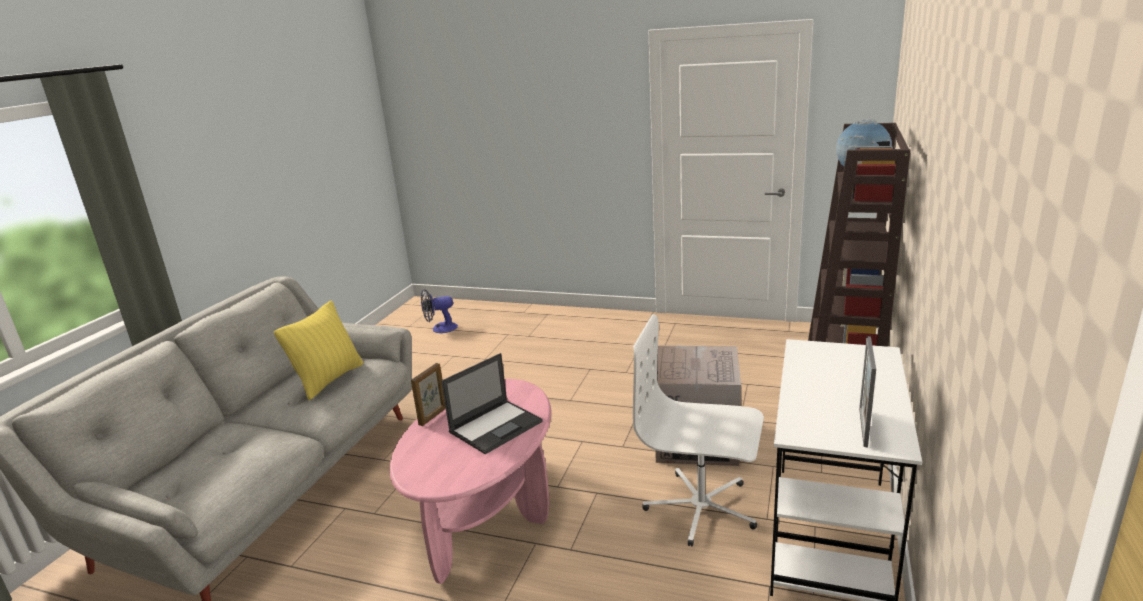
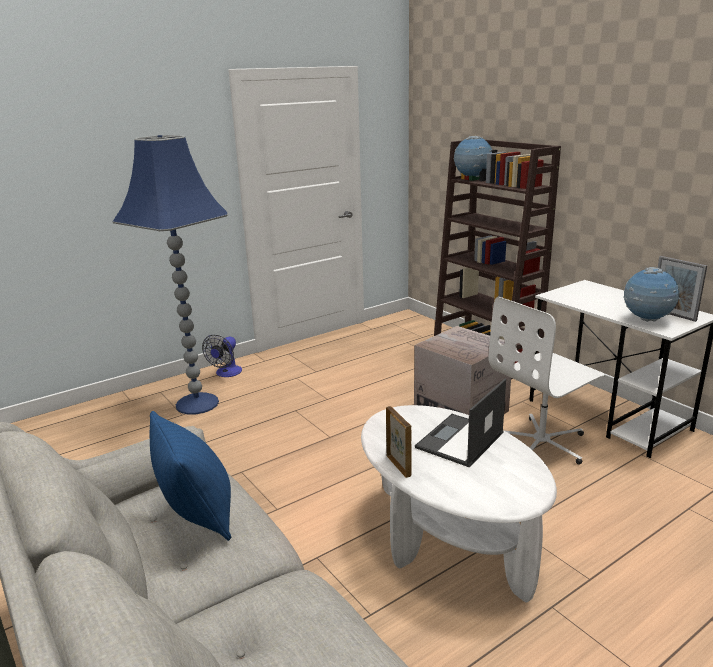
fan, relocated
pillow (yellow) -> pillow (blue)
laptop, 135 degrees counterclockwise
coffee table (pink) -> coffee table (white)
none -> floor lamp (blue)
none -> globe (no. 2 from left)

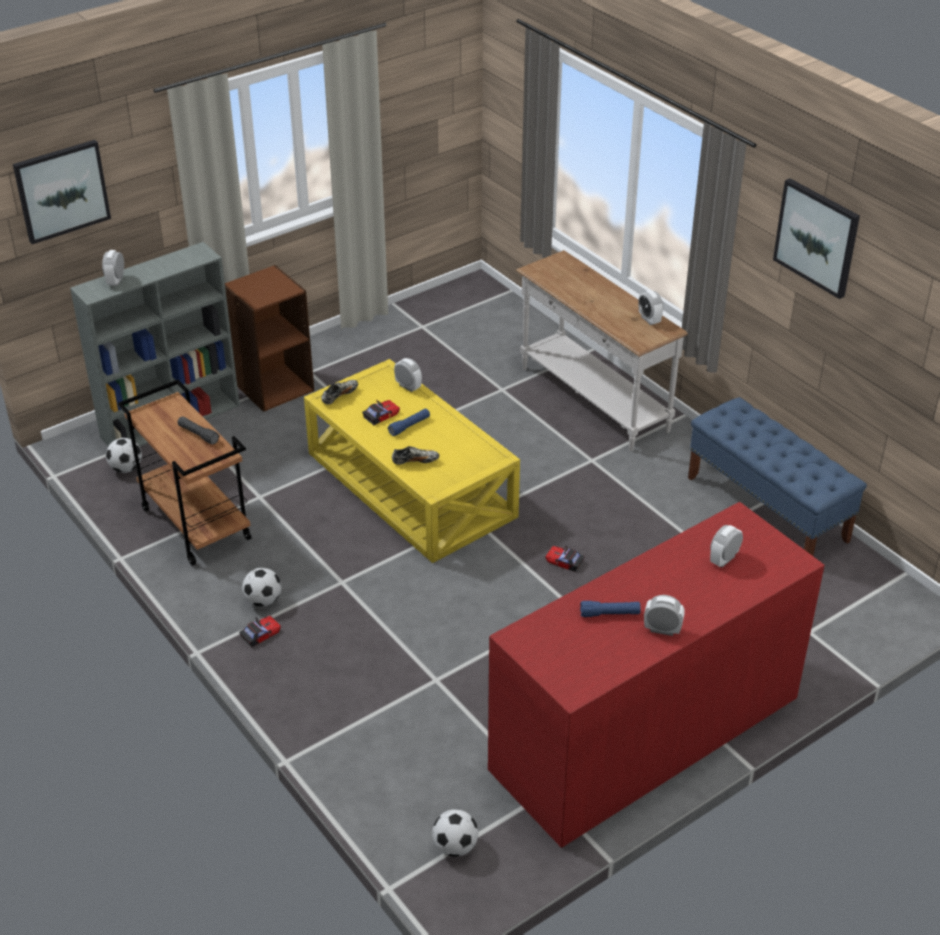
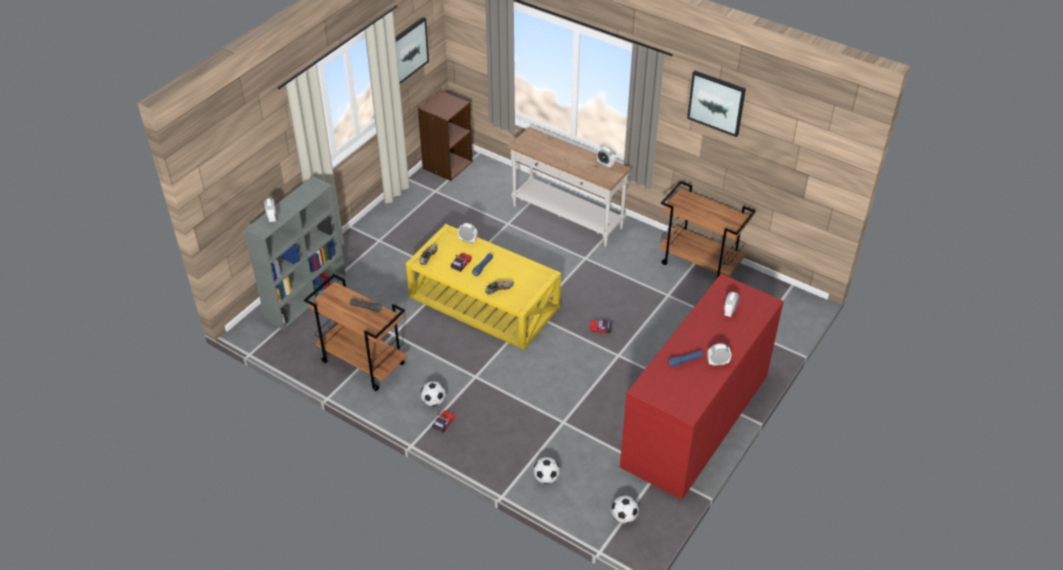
picture (no. 1 from left), relocated
bookcase (brown), relocated
bench (blue) -> cart (brown) (no. 2 from left)
football (no. 1 from left in the first image) -> football (no. 2 from left), relocated

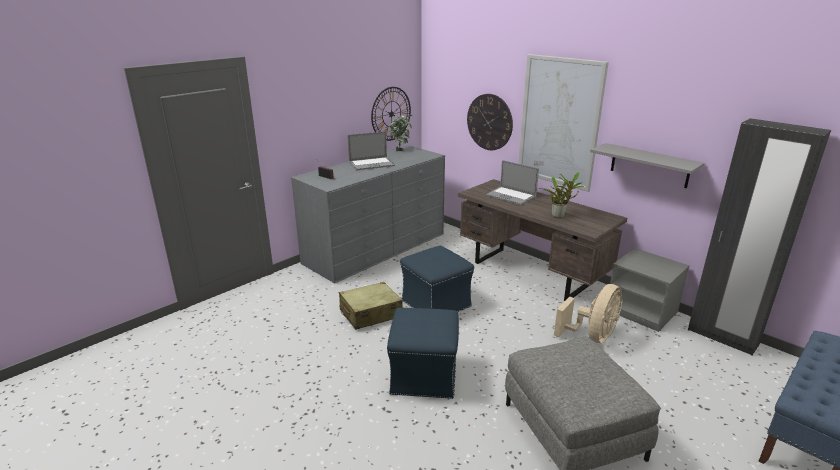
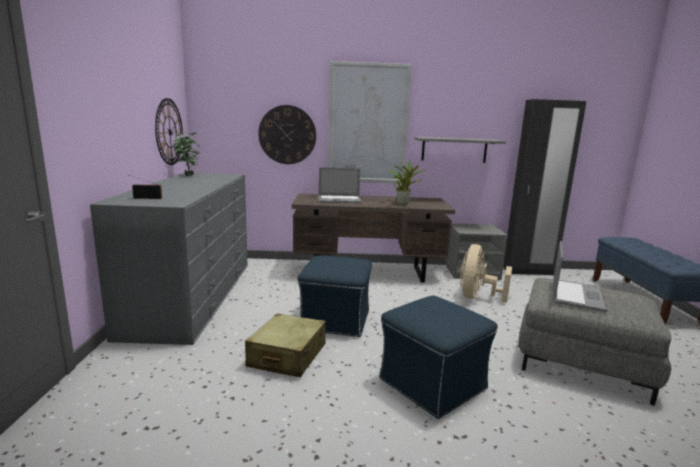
laptop (no. 1 from left in the first image) -> laptop (no. 2 from left), relocated
fan (beige), 150 degrees counterclockwise

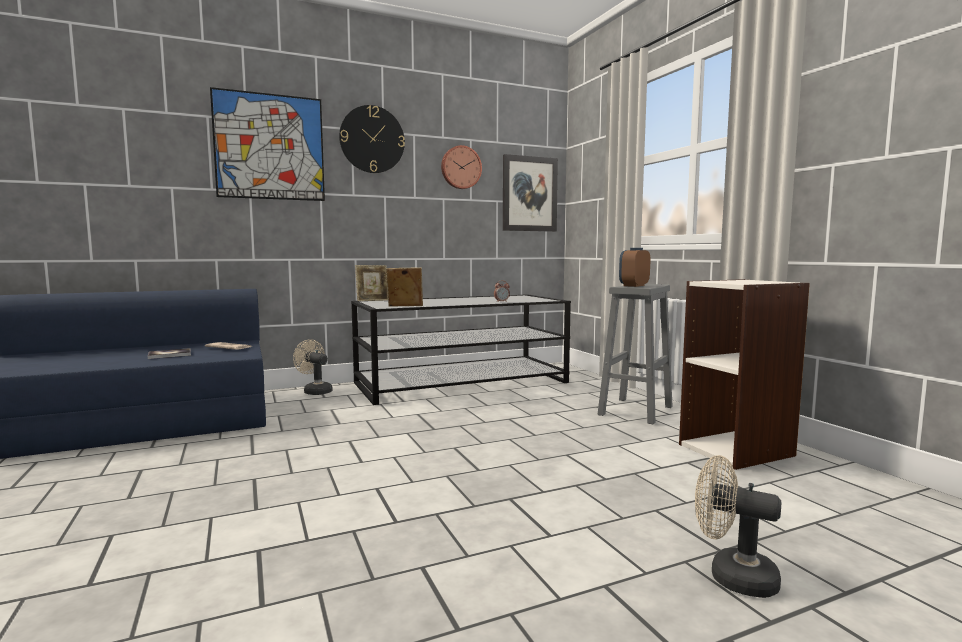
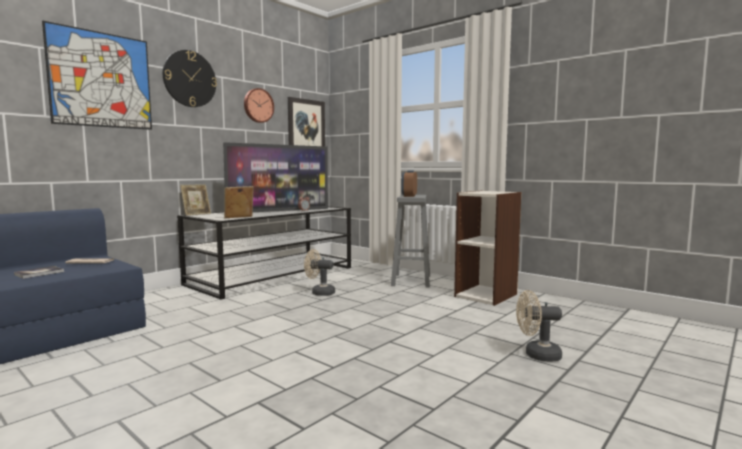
fan (beige) (no. 1 from left), relocated
none -> television

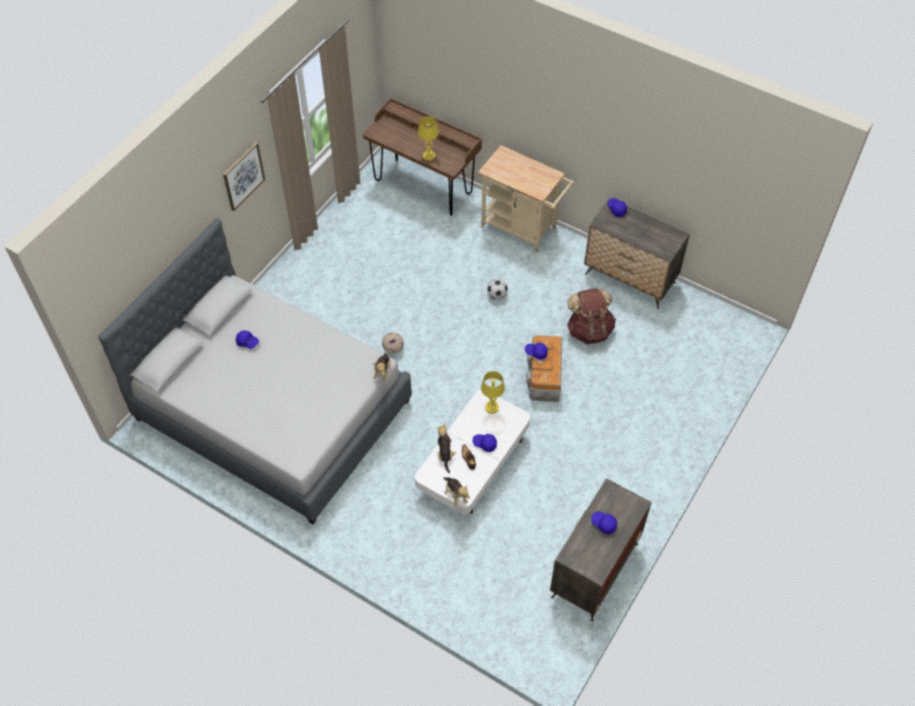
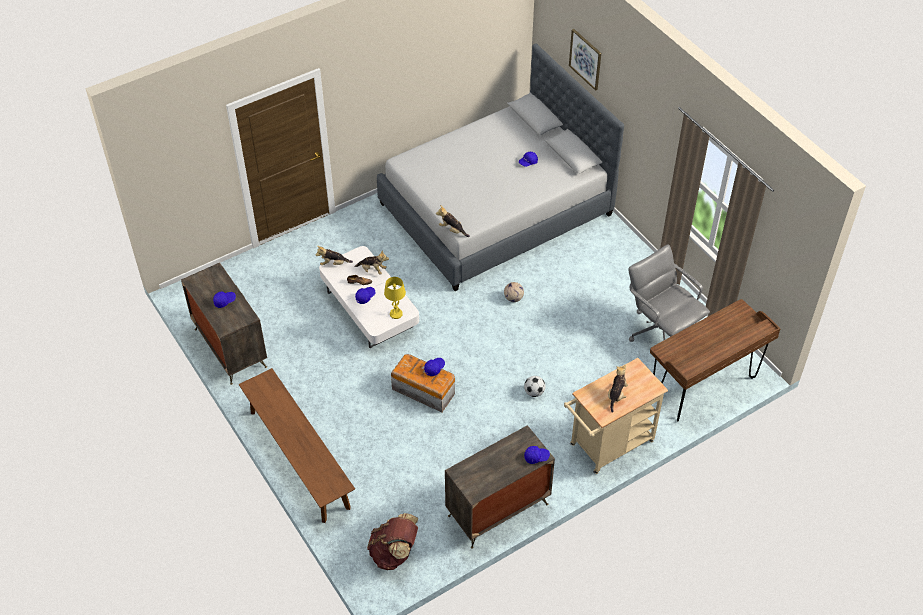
table lamp (yellow) (no. 1 from left) -> none
picture, relocated
backpack (brown), relocated
none -> office chair (grey)
none -> plush toy (no. 4 from left)
none -> bench (brown)

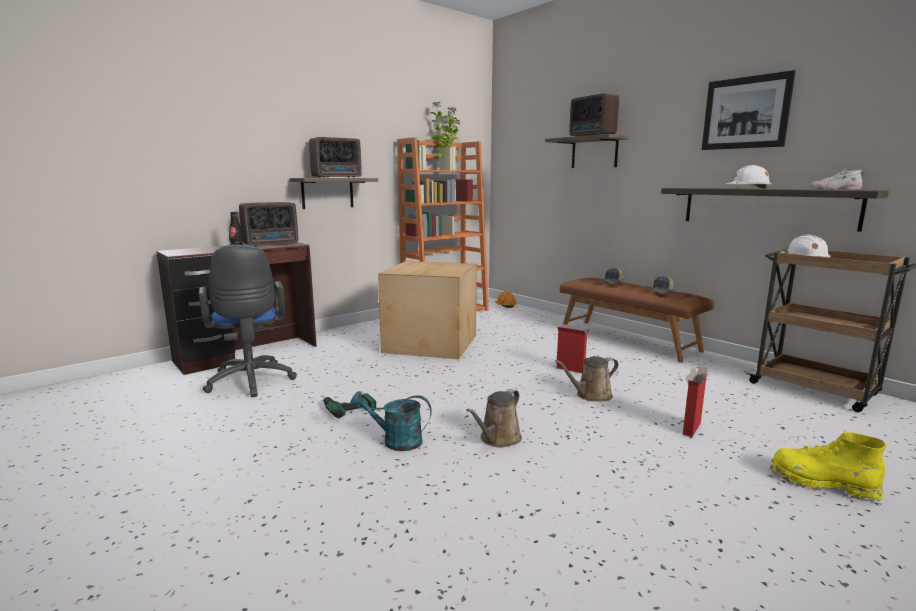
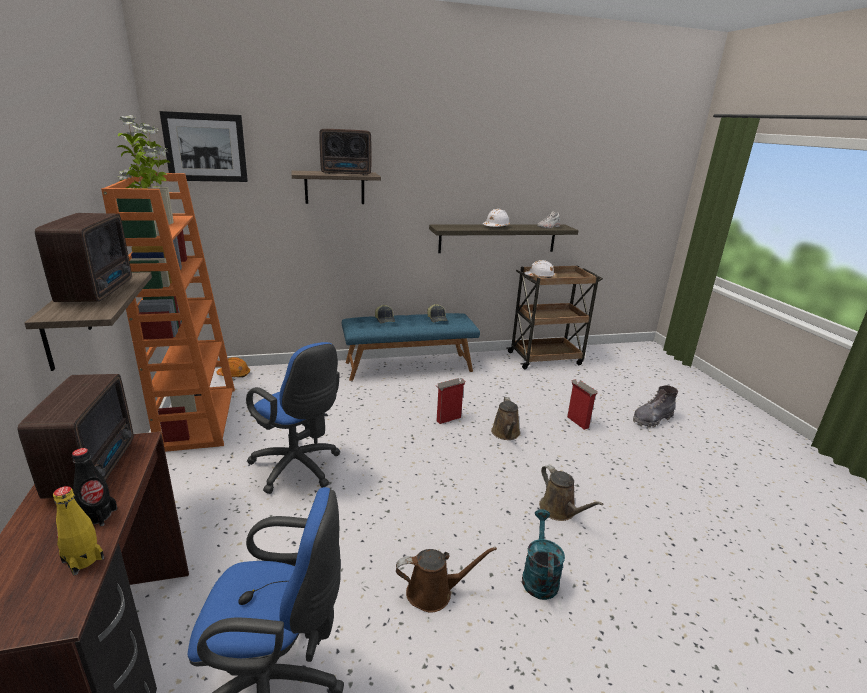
picture, relocated
cardboard box (no. 1 from left) -> office chair (blue) (no. 2 from left)
bench (brown) -> bench (blue)
watering can (turquoise), 150 degrees clockwise
power drill -> watering can (brown) (no. 1 from left)
boot (yellow) -> boot (grey)
none -> bottle (yellow)

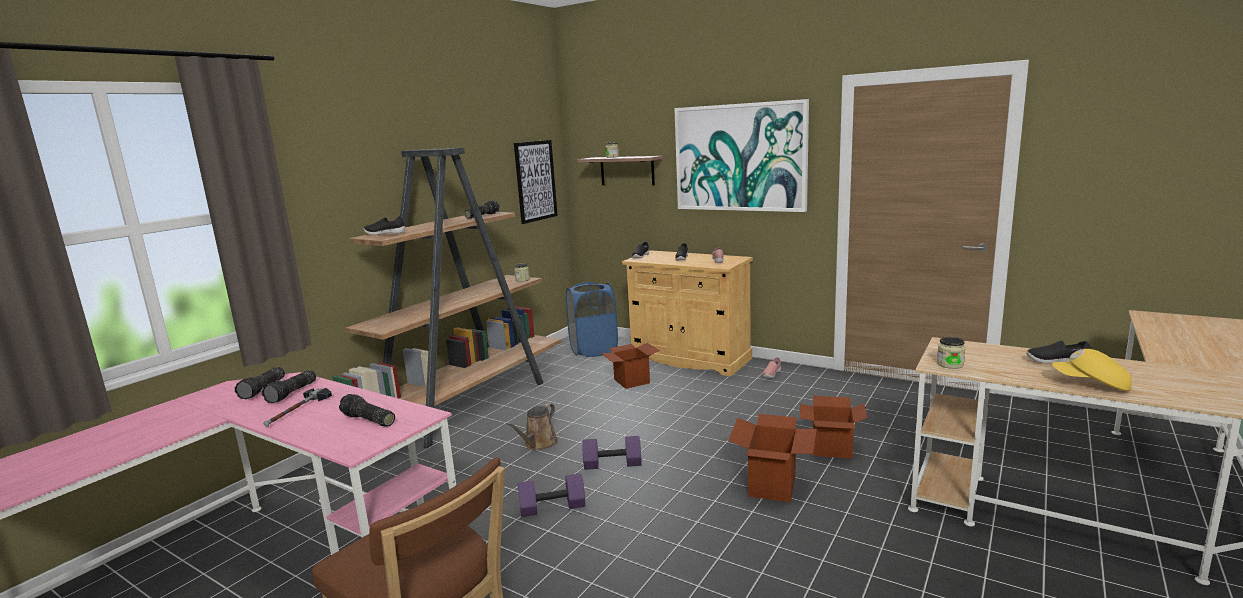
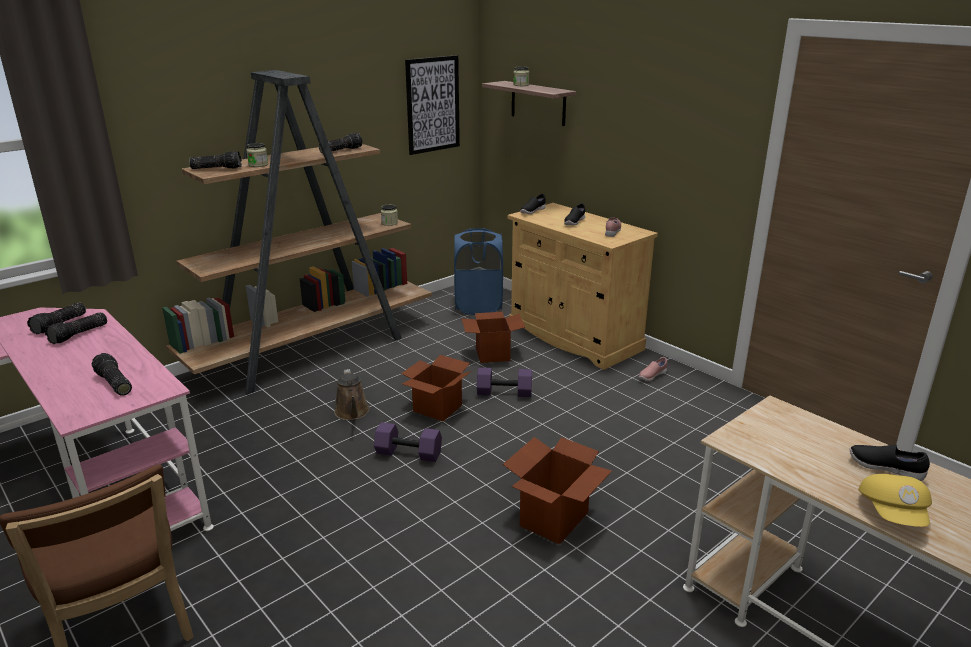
picture (no. 2 from left) -> none
shoe (black) (no. 1 from left) -> flashlight (no. 4 from left)
jar (no. 3 from left in the first image) -> jar (no. 1 from left), relocated
cap (yellow), 120 degrees counterclockwise
hammer -> none
cardboard box (no. 3 from left in the first image) -> cardboard box (no. 1 from left), relocated
watering can (brown), 60 degrees counterclockwise
dumbbell (purple) (no. 1 from left in the first image) -> dumbbell (purple) (no. 2 from left), relocated

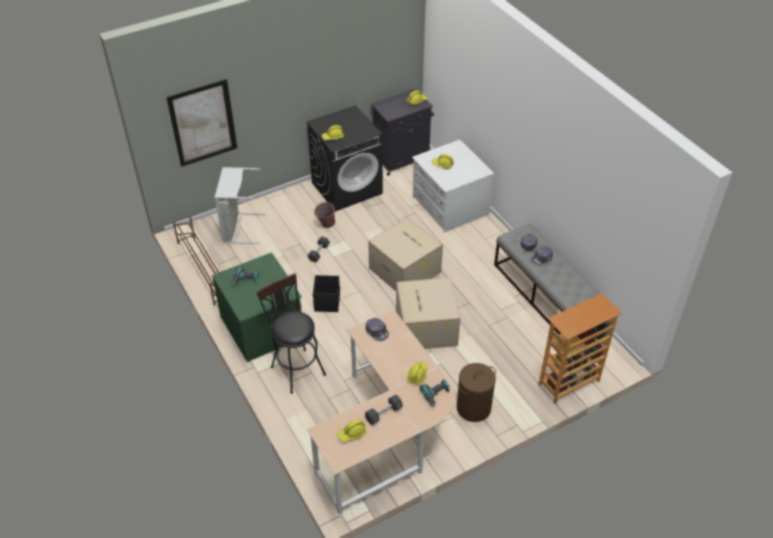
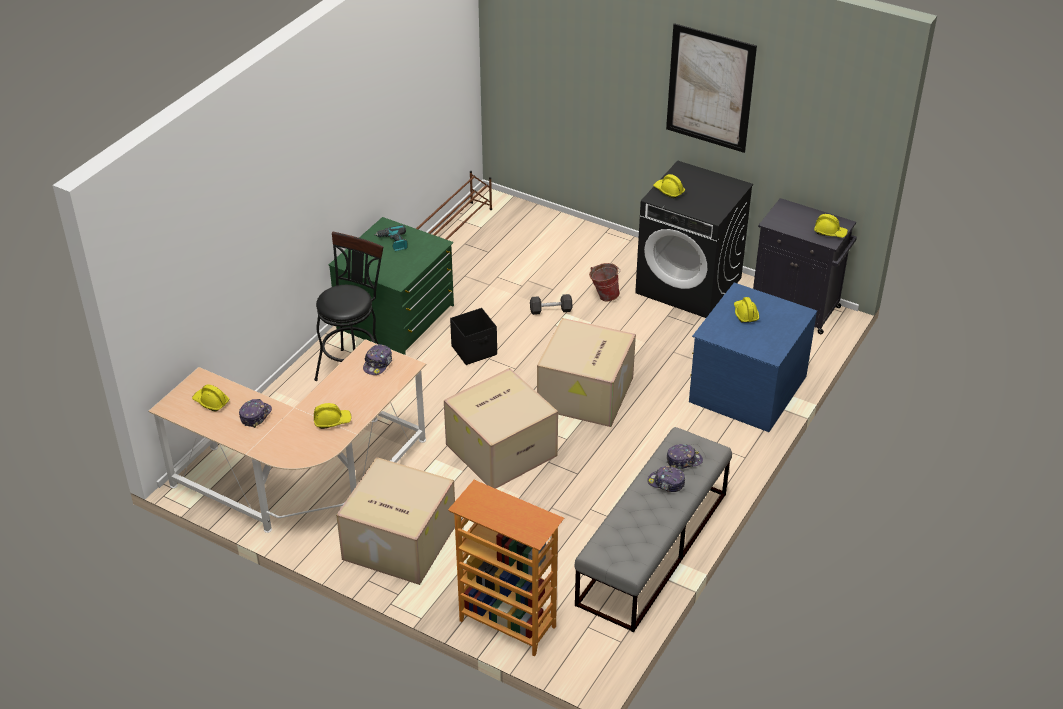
picture, relocated
dresser (white) -> dresser (blue)
laundry basket (grey) -> none
laundry basket (brown) -> cardboard box (no. 1 from left)
power drill (no. 2 from left) -> none
dumbbell (black) (no. 2 from left) -> cap (no. 1 from left)

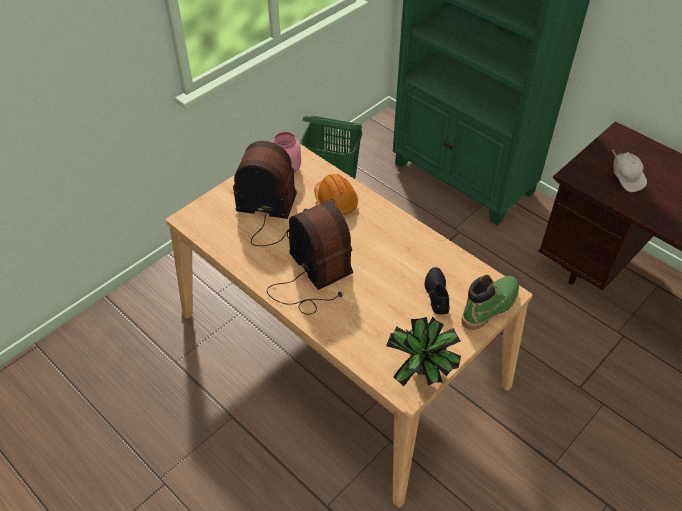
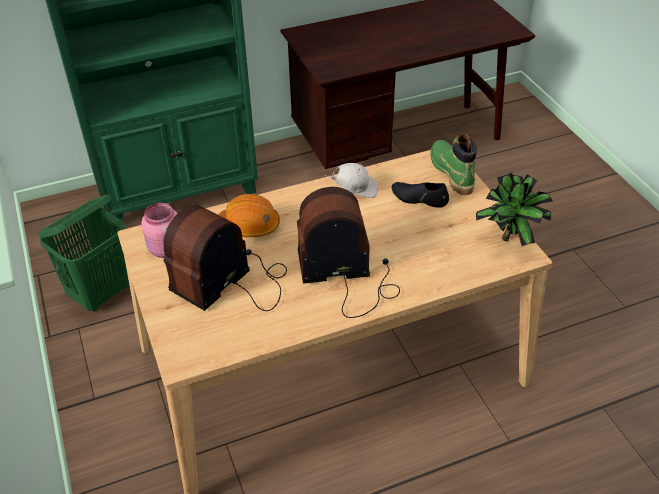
cap (white), relocated

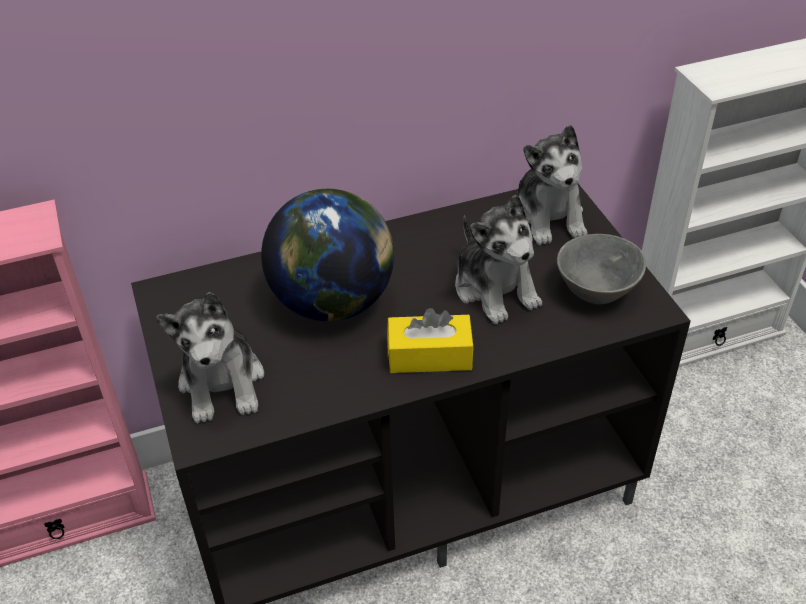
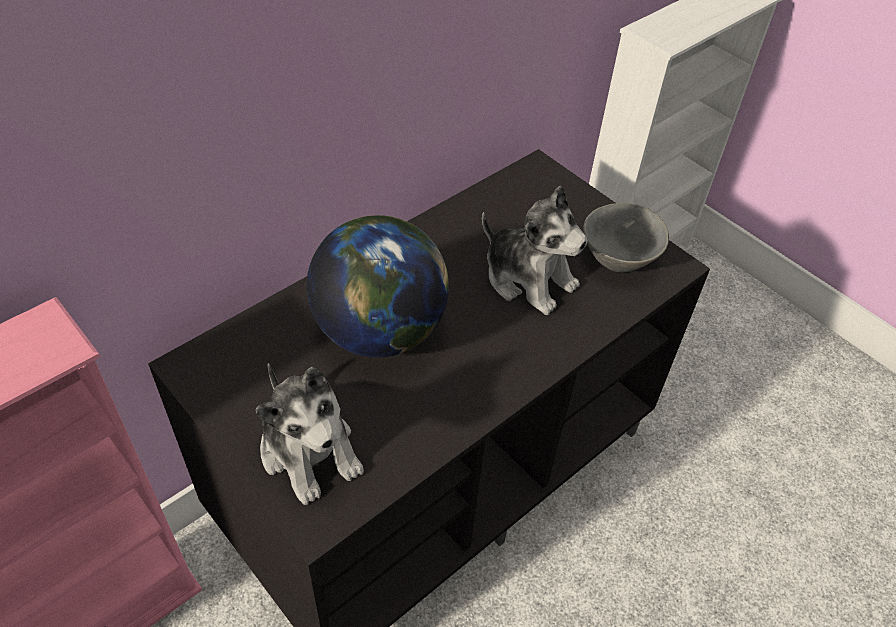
plush toy (no. 3 from left) -> none
tissue box (yellow) -> none

